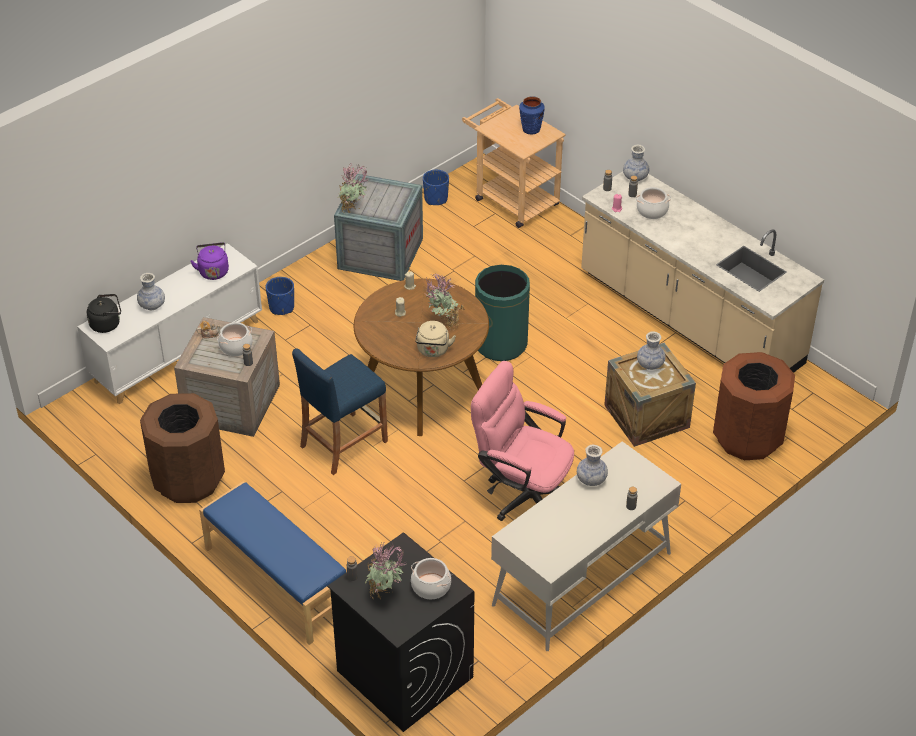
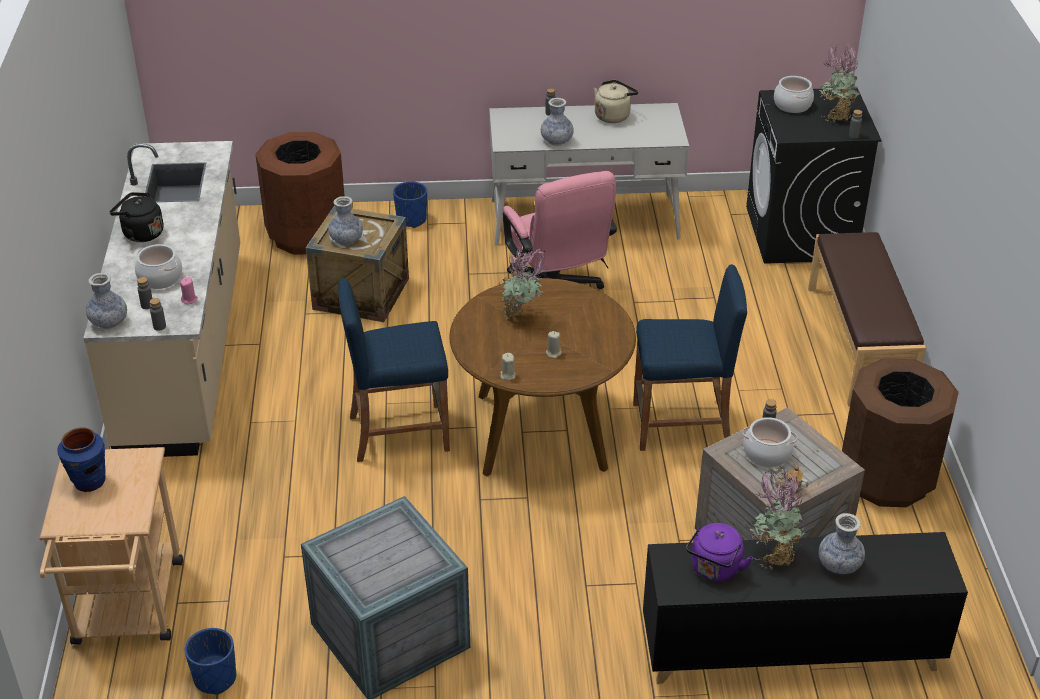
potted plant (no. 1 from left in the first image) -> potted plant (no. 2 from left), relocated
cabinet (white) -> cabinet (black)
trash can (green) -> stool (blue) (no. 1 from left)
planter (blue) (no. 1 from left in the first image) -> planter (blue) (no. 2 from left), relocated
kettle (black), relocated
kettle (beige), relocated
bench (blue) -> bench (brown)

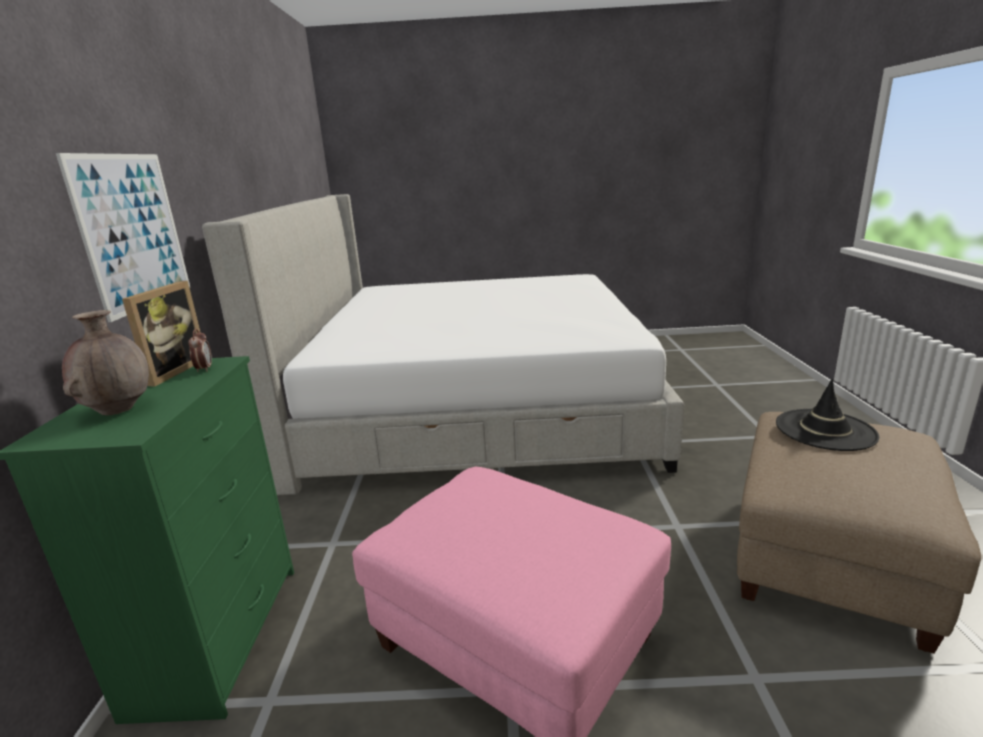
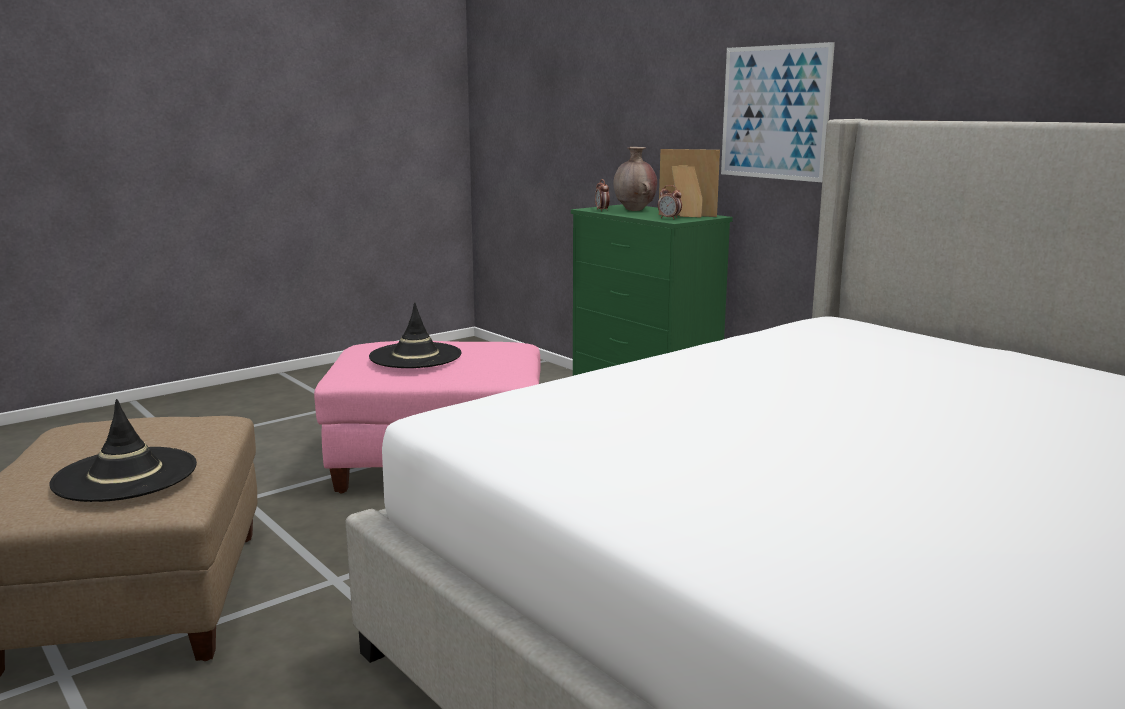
picture frame, 135 degrees clockwise
none -> alarm clock (no. 1 from left)
none -> hat (black) (no. 2 from left)

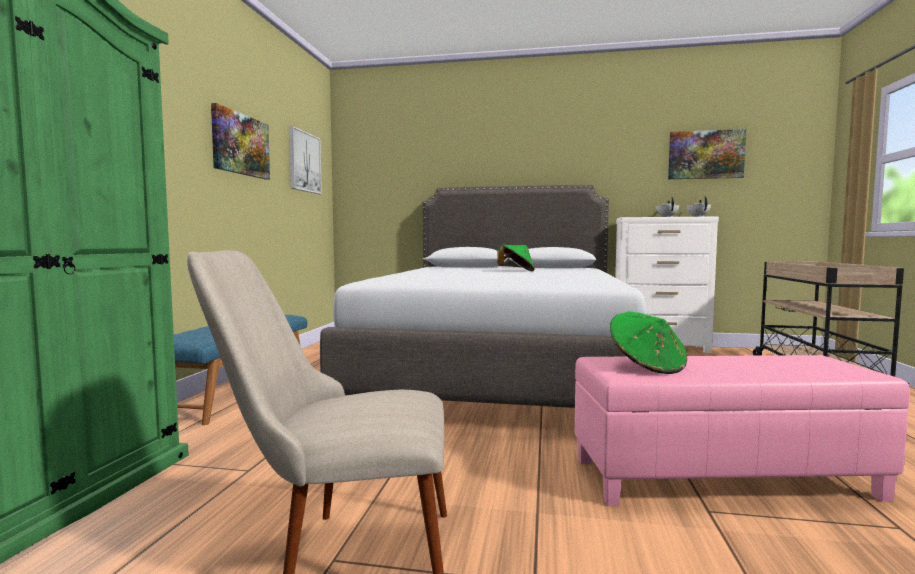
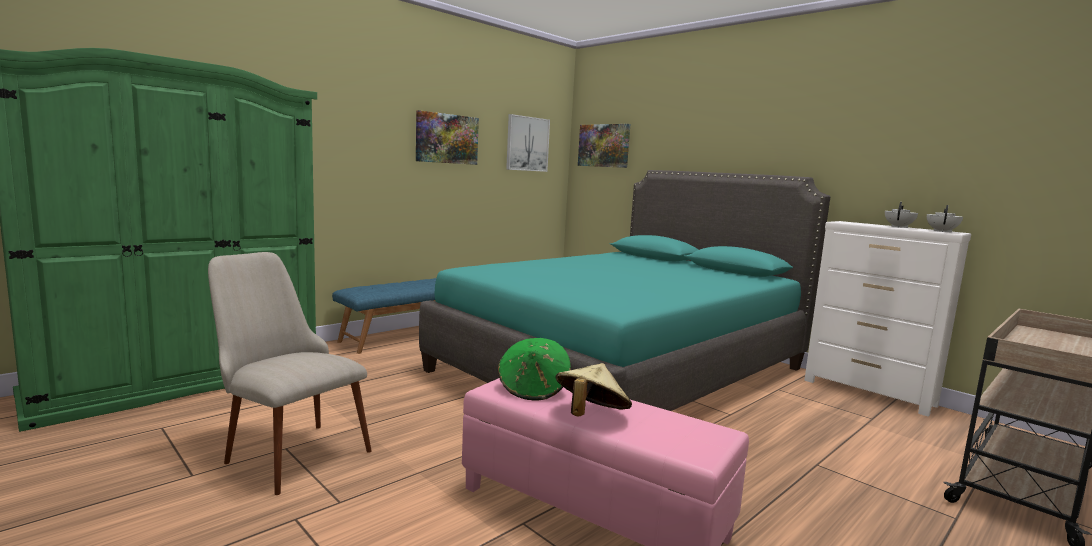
picture (no. 3 from left), relocated
bed (grey) -> bed (turquoise)
hat (green) (no. 1 from left) -> none
none -> hat (beige)

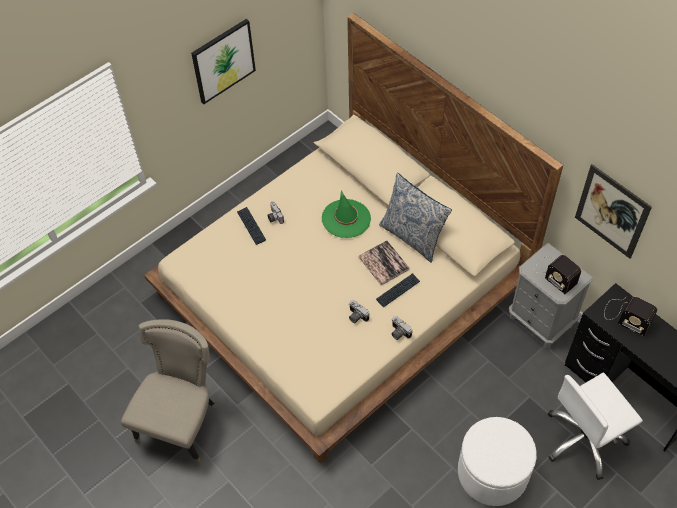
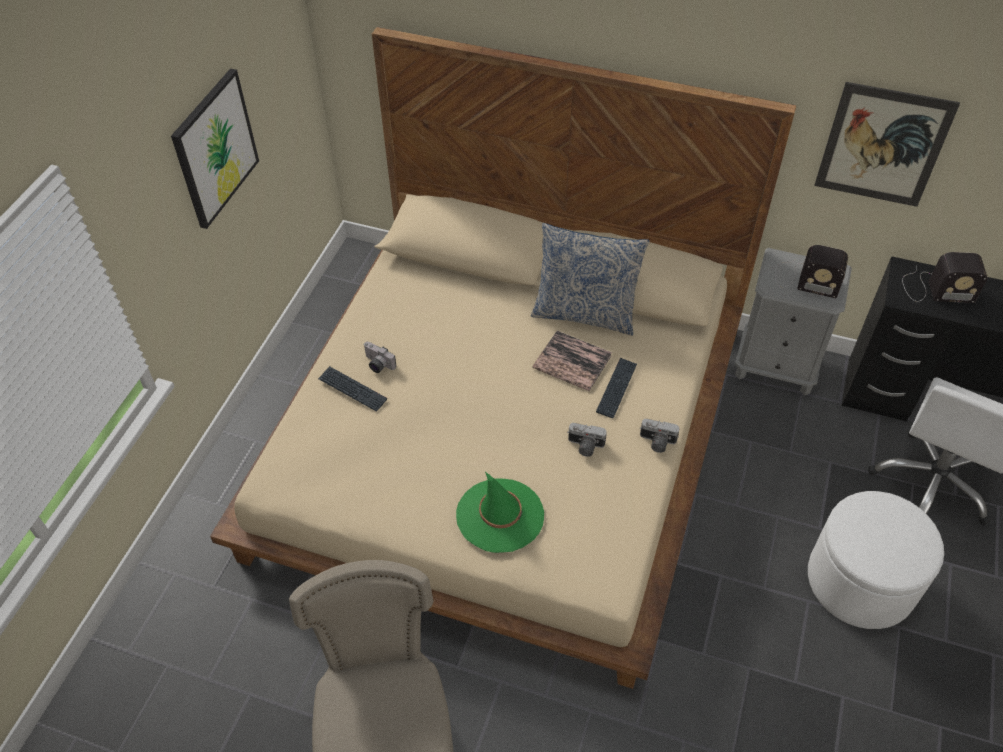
hat (green), relocated

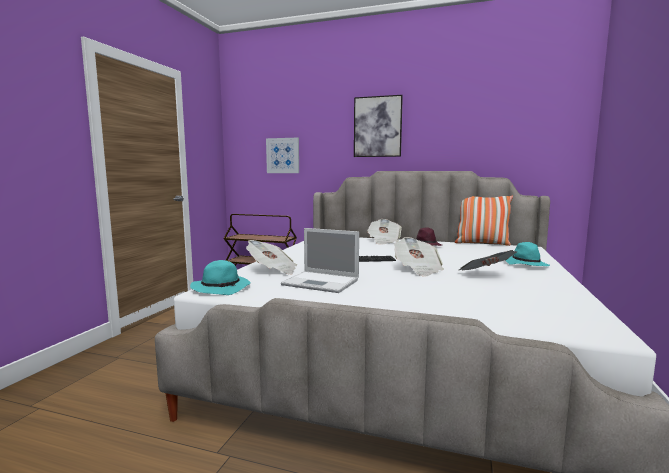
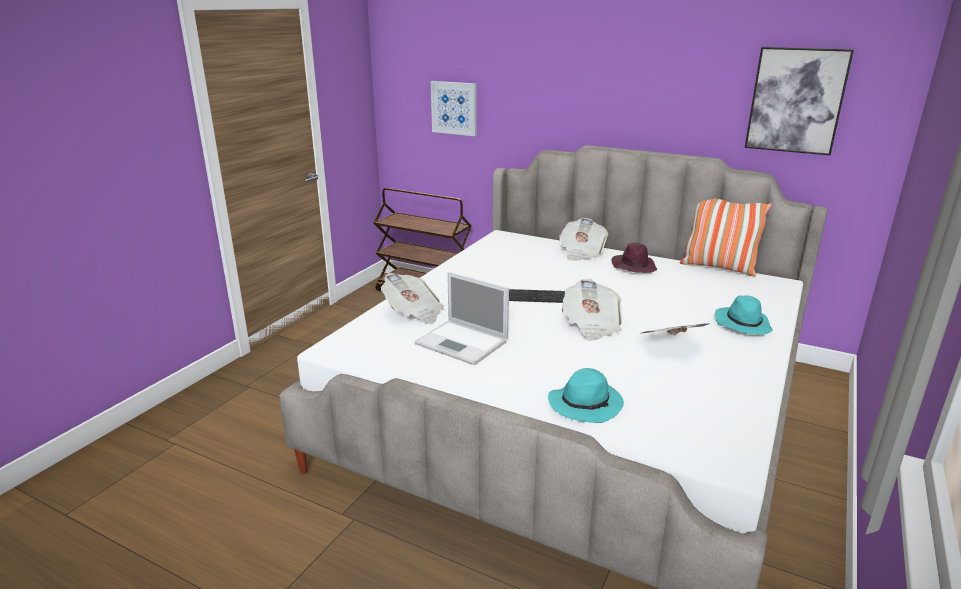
picture (no. 2 from left), relocated
hat (turquoise) (no. 1 from left), relocated

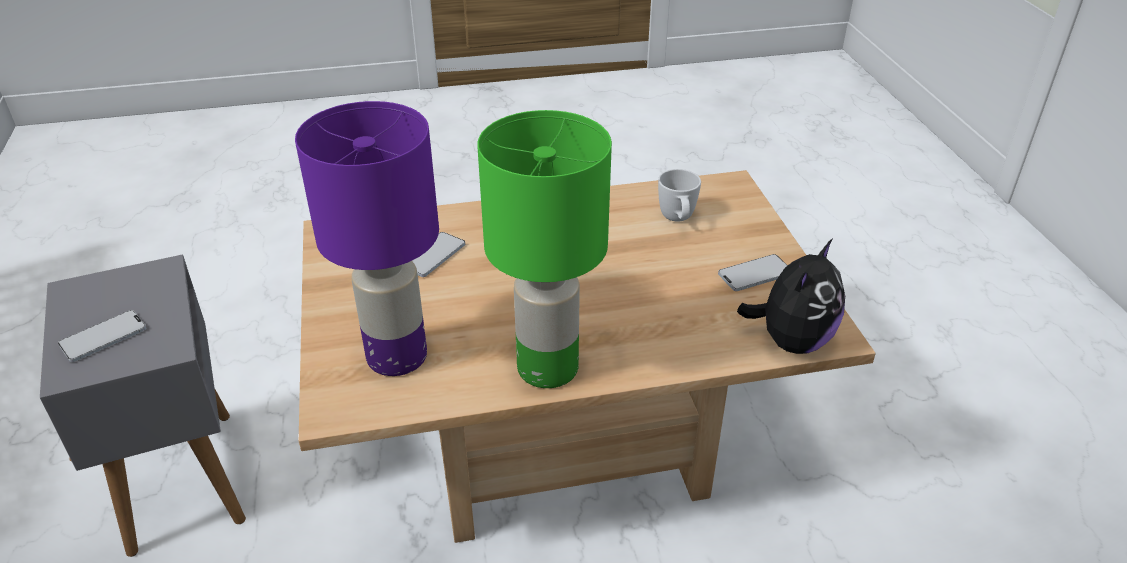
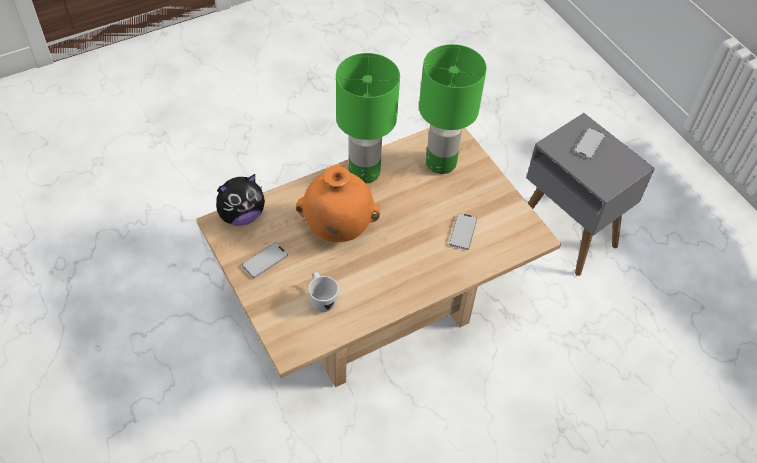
table lamp (purple) -> table lamp (green) (no. 2 from left)
plush toy, 135 degrees counterclockwise
none -> vase (orange)

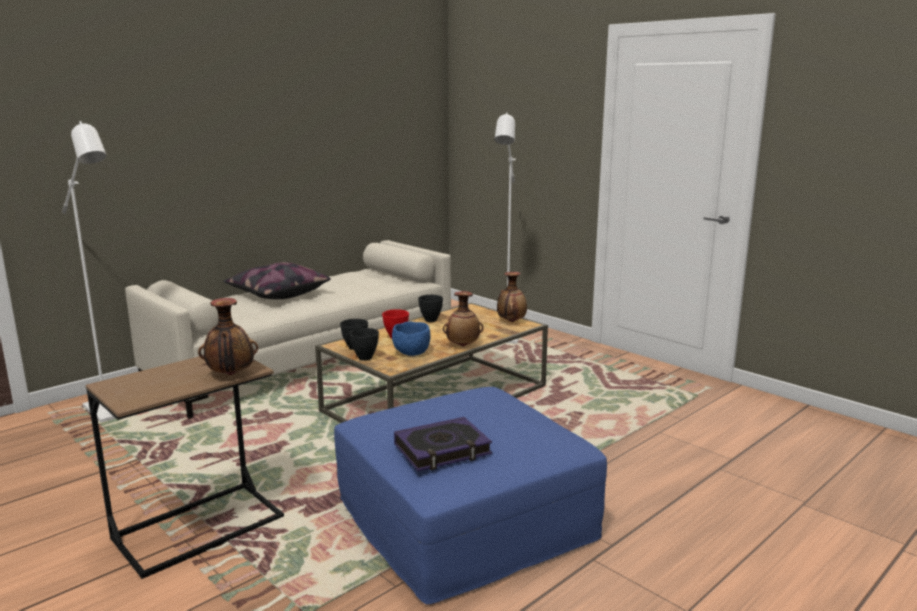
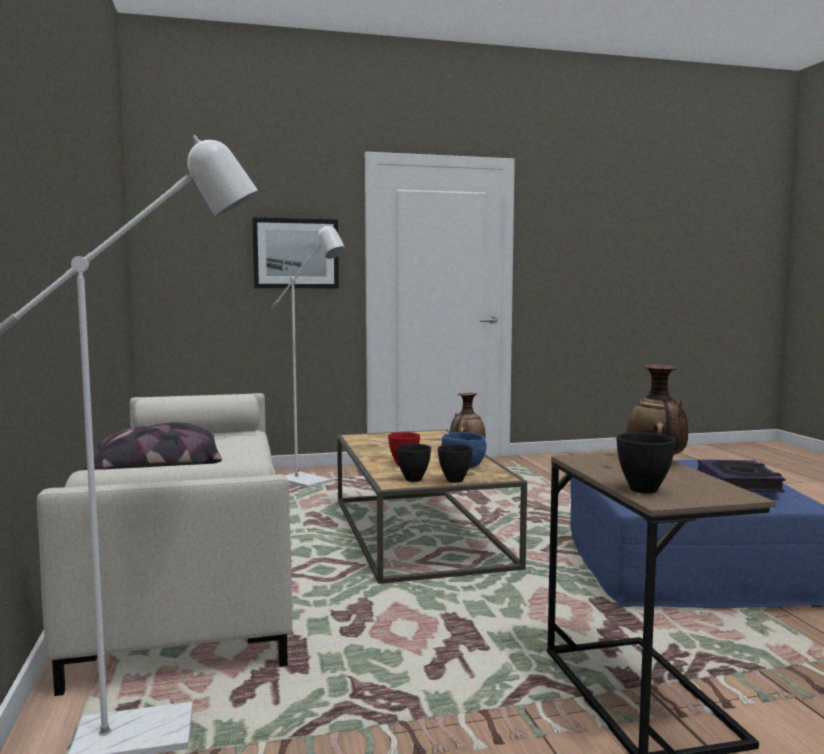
vase (no. 3 from left) -> none
bowl (black) (no. 3 from left), relocated
none -> picture

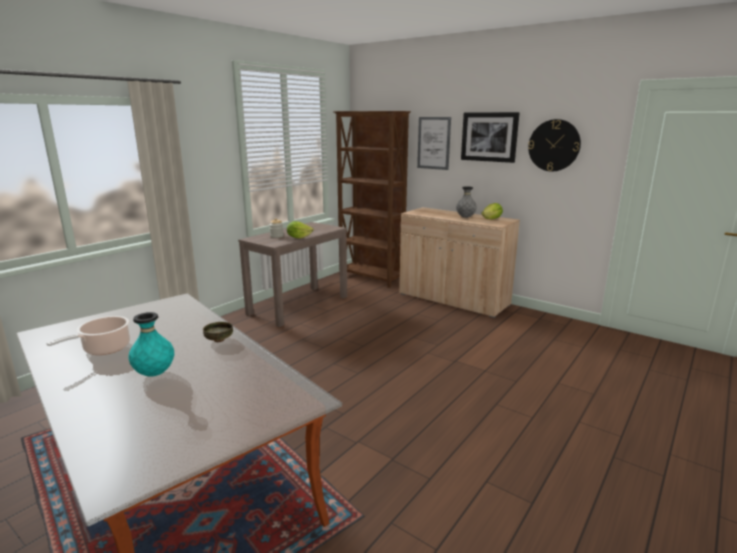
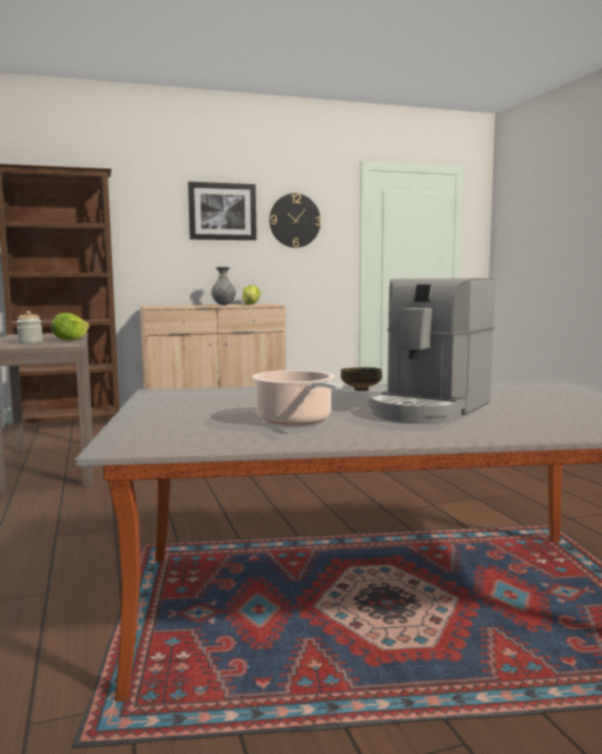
picture (no. 1 from left) -> none
vase (turquoise) -> coffee machine

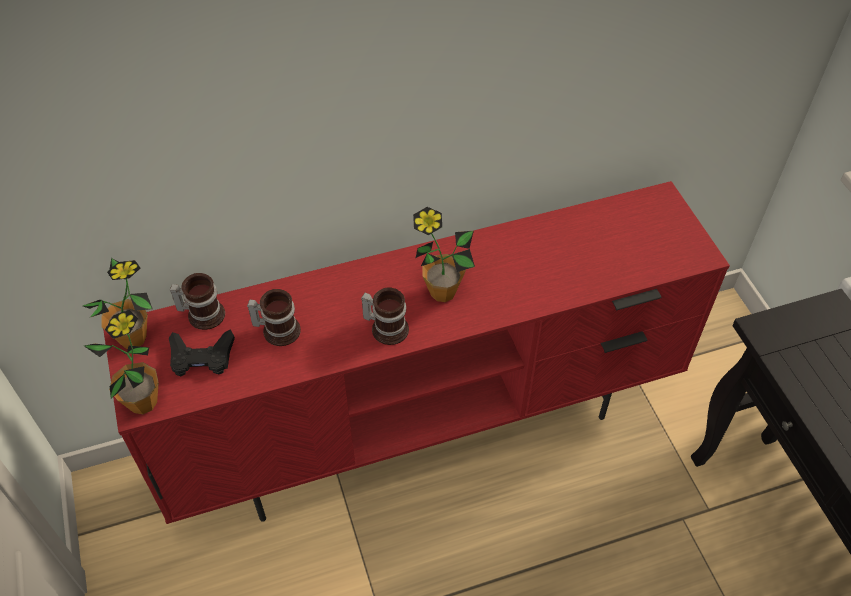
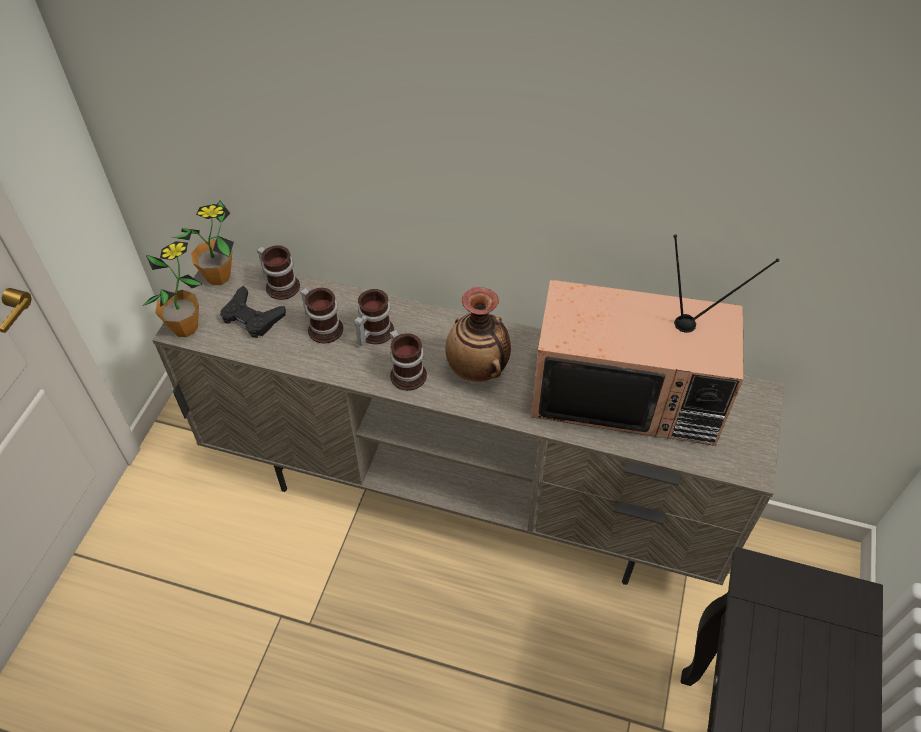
tv stand (red) -> tv stand (beige)
potted plant (no. 3 from left) -> vase
none -> television
none -> mug (no. 3 from left)

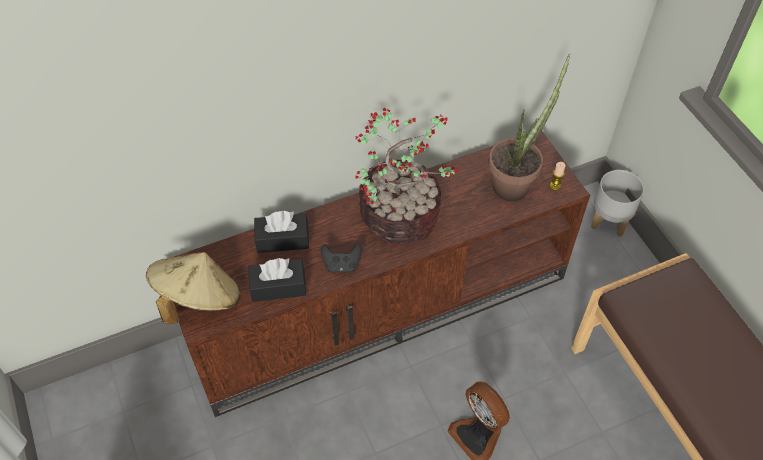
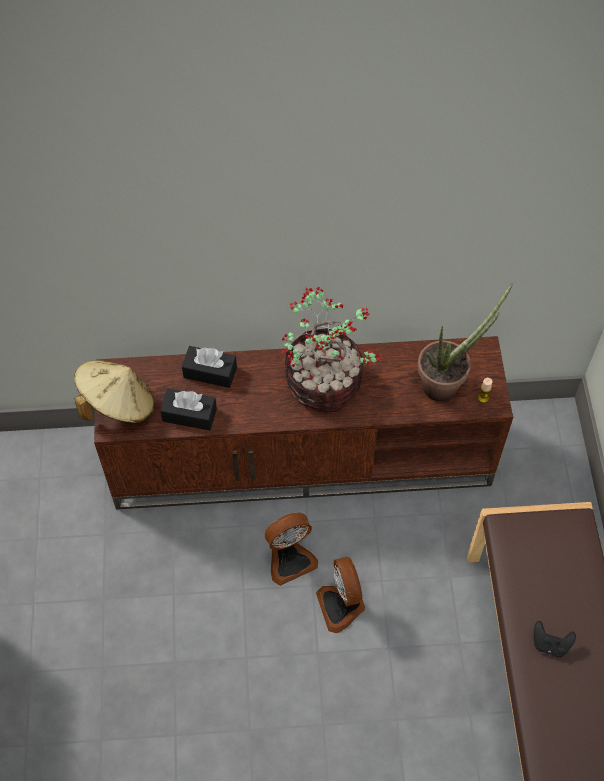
planter (grey) -> none
game controller (black), relocated
none -> fan (no. 1 from left)

